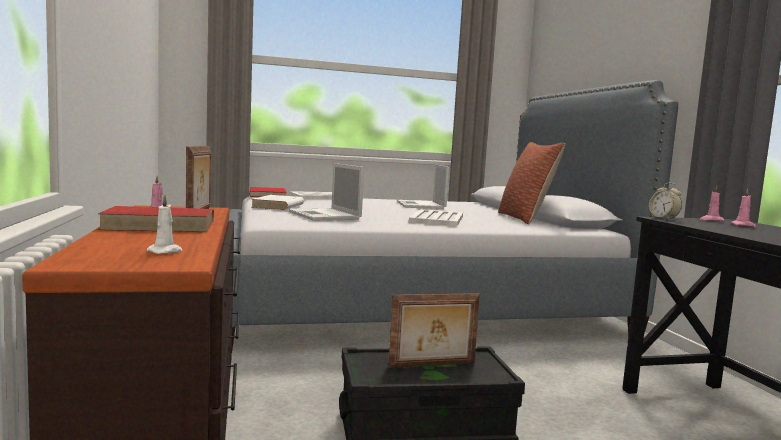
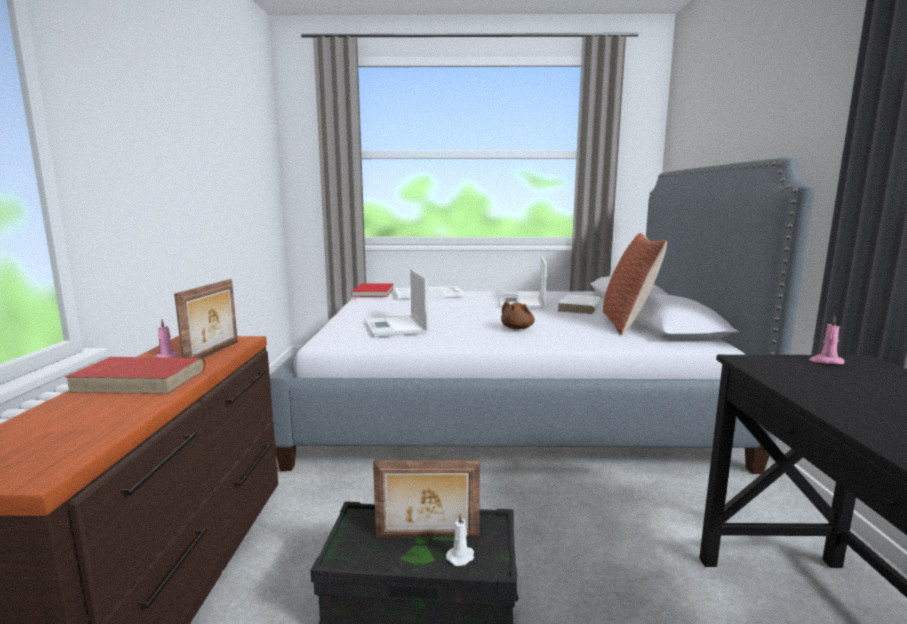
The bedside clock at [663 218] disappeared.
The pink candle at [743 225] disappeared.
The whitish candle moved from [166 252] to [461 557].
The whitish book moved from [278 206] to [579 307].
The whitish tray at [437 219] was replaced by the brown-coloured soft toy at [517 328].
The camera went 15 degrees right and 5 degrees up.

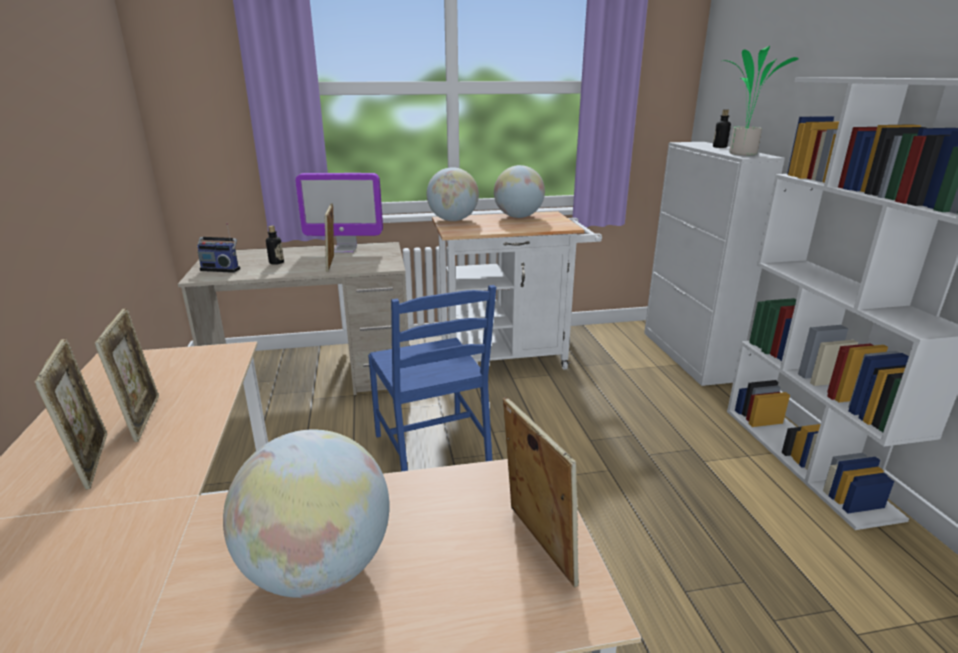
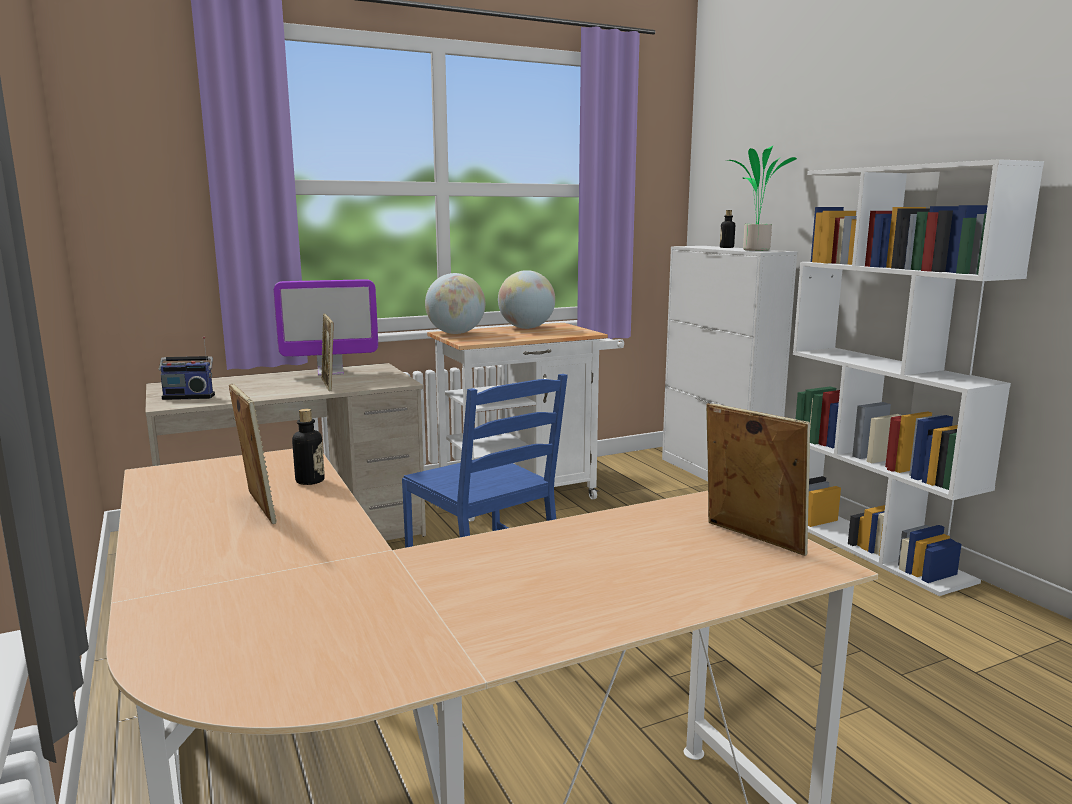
The bottle moved from [276 262] to [310 481].
The picture frame at [92 461] disappeared.
The world globe at [318 568] disappeared.
The camera went 15 degrees left and 10 degrees down.

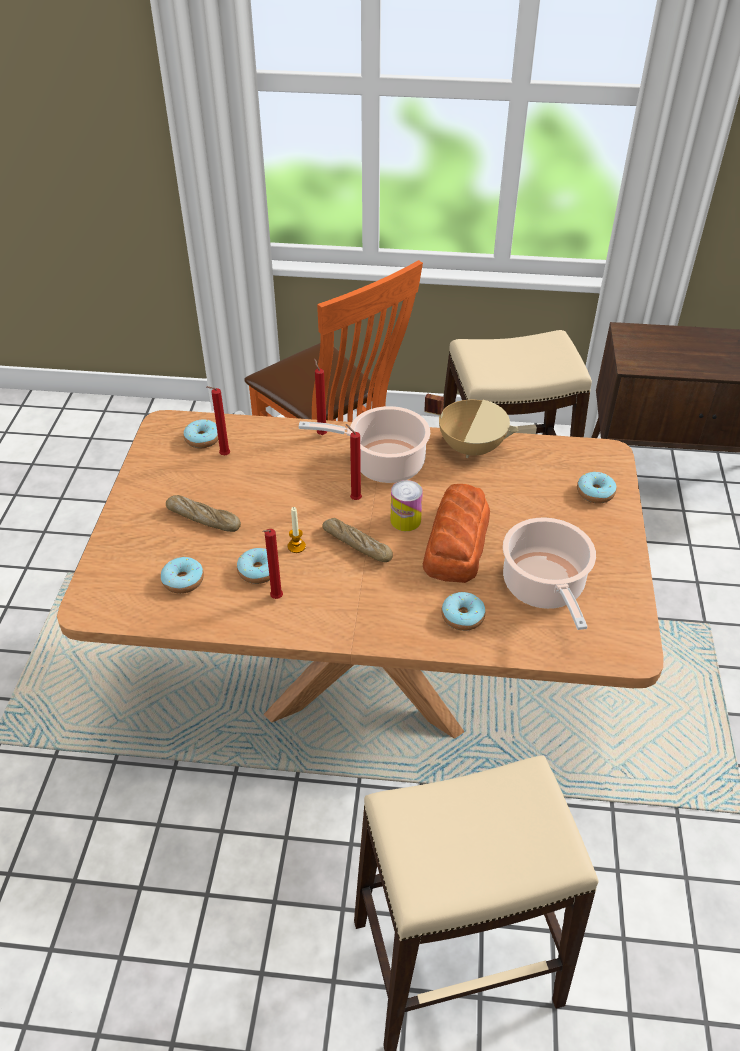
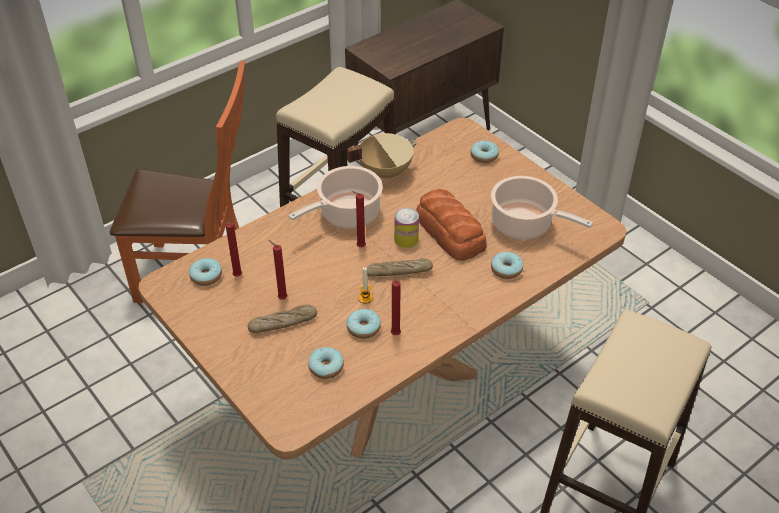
The red-coloured candle moved from [321 434] to [281 298].
The camera went 45 degrees left and 0 degrees up.

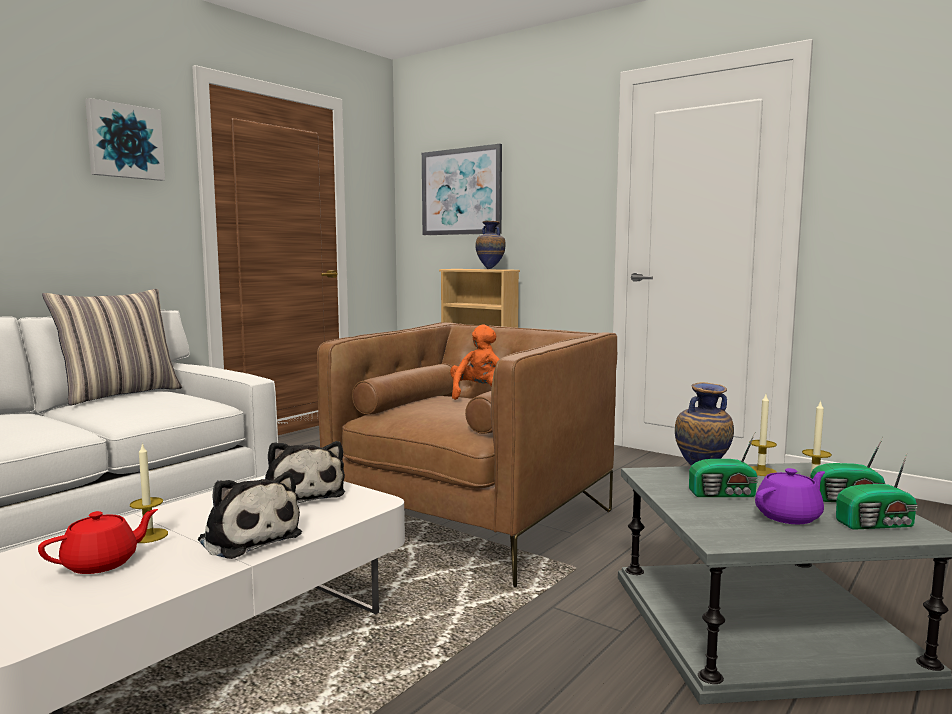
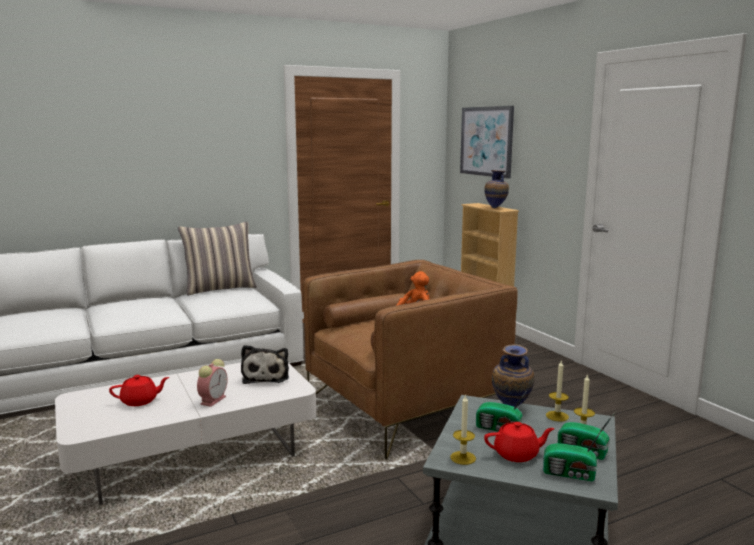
The picture at [124 141] disappeared.
The candle moved from [148 536] to [463 458].
The purplish pot for tea at [789 516] became the red-coloured pot for tea at [517 454].
The soft toy at [248 537] was replaced by the bedside clock at [213 400].
The camera went 25 degrees right and 5 degrees up.

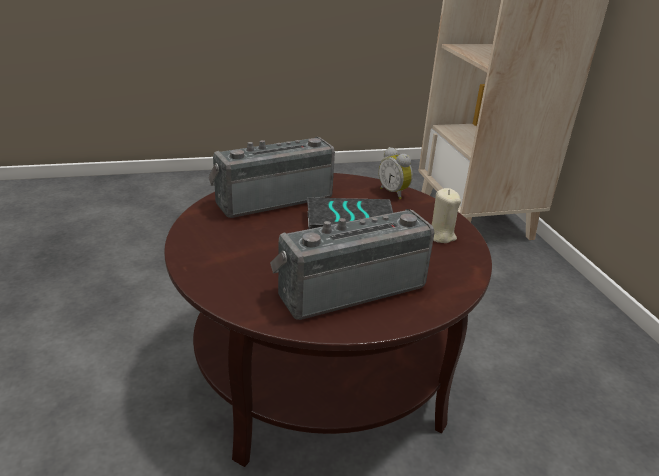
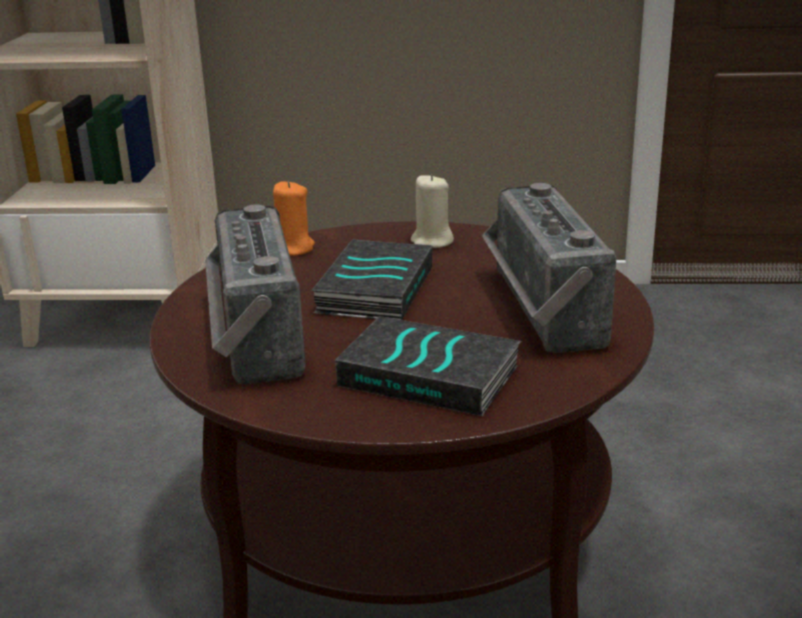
The bedside clock at [394 193] was replaced by the orangey candle at [293 248].
The book at [431 375] appeared.
The camera went 70 degrees left and 5 degrees down.

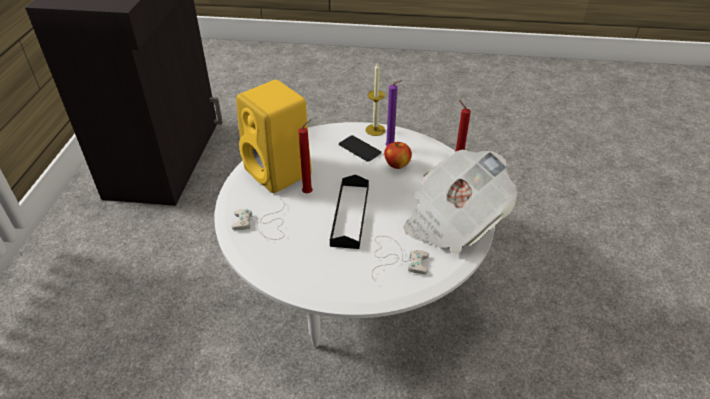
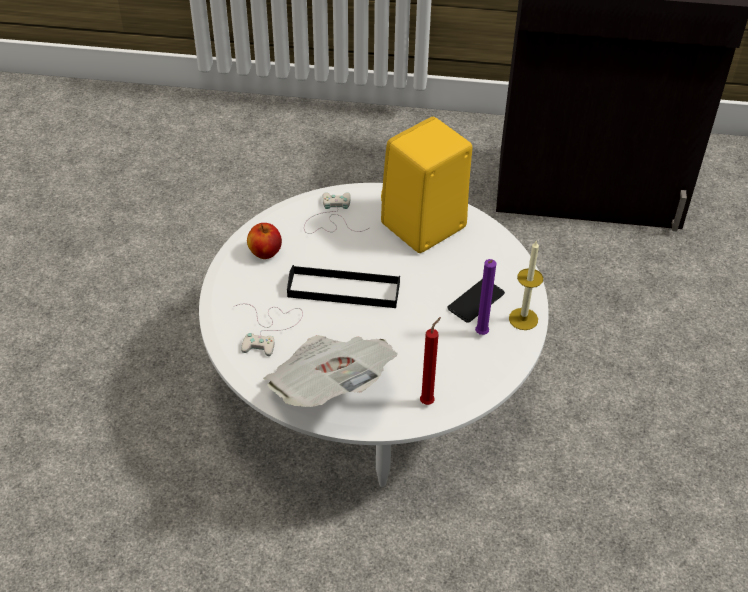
The red-coloured candle at [309 192] disappeared.
The apple moved from [397 165] to [265 253].
The camera went 90 degrees right and 5 degrees up.

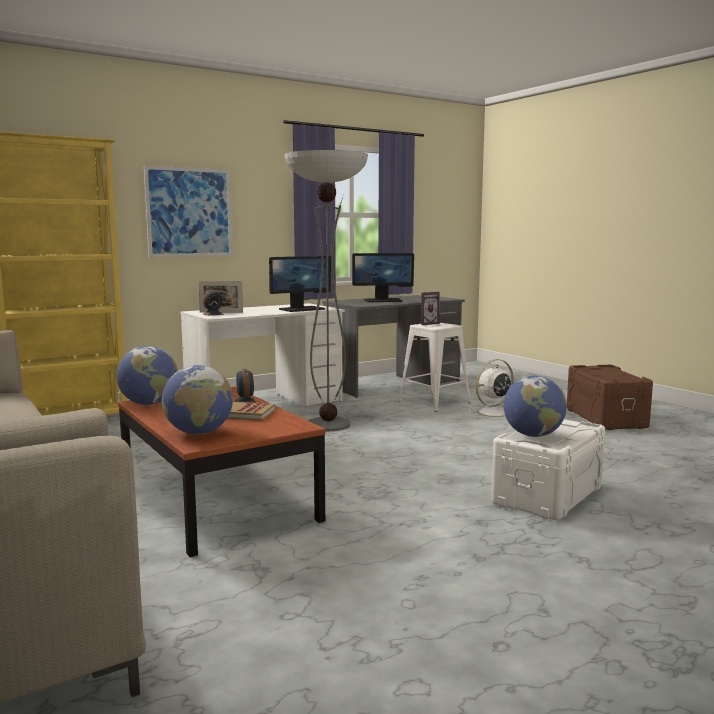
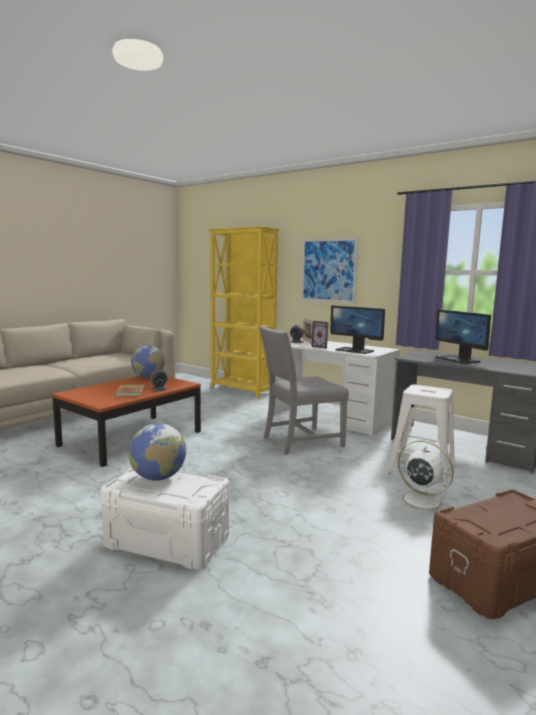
The standing lamp at [328 425] was replaced by the gray upright chair at [300 441].
The picture frame moved from [427 323] to [321 347].
The world globe at [199 433] disappeared.
The camera went 70 degrees right and 0 degrees up.

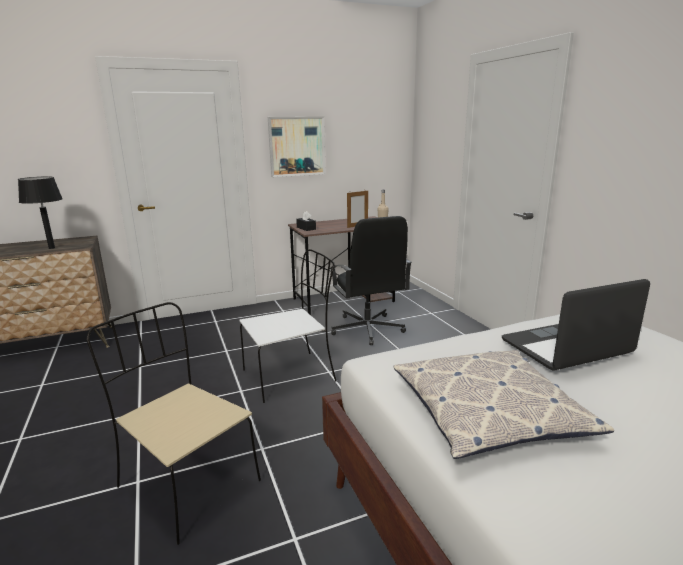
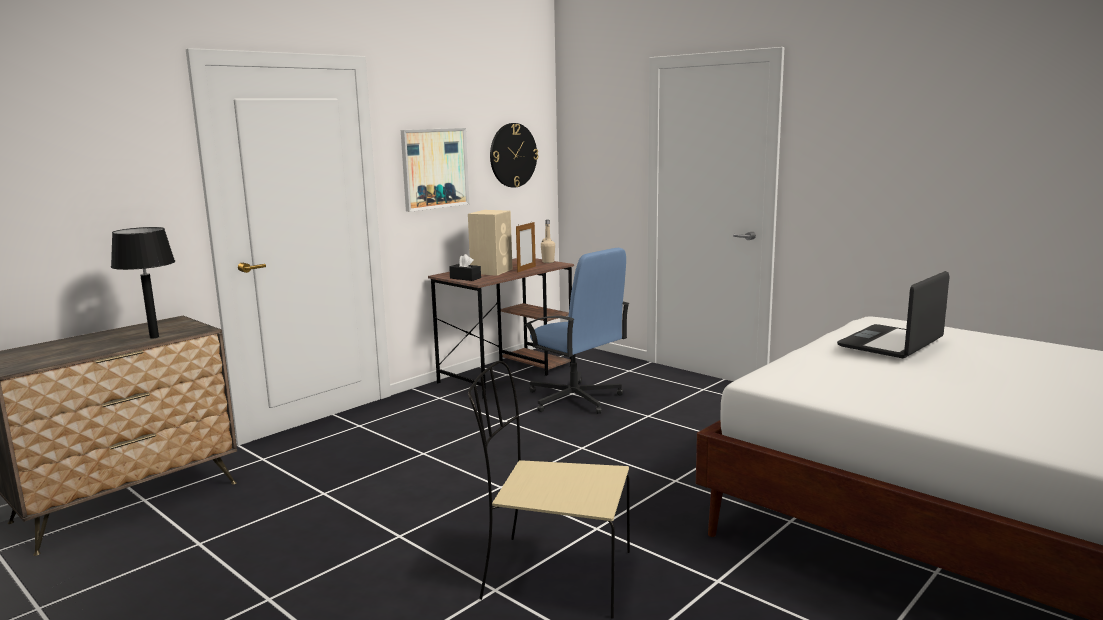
The black-coloured desk chair at [367 329] became the bluish desk chair at [575 399].
The whitish upright chair at [291 375] disappeared.
The pillow at [488 412] disappeared.
The clock on the wall at [513 155] appeared.
The beige loudspeaker at [492 271] appeared.
The camera went 25 degrees left and 5 degrees down.

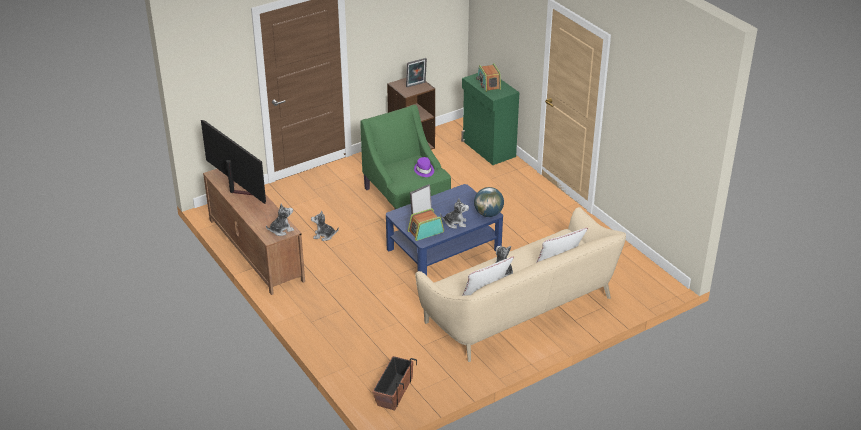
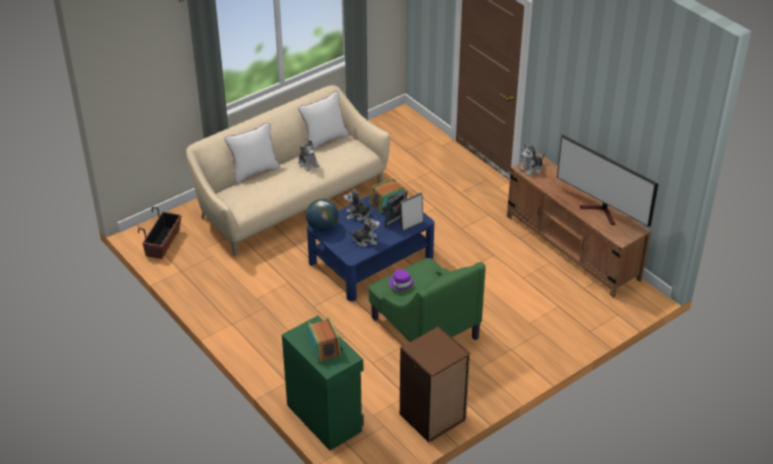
The picture frame moved from [416 85] to [411 225].
The soft toy moved from [324 235] to [365 240].
The planter moved from [394 391] to [163 243].
The camera went 175 degrees right and 5 degrees up.

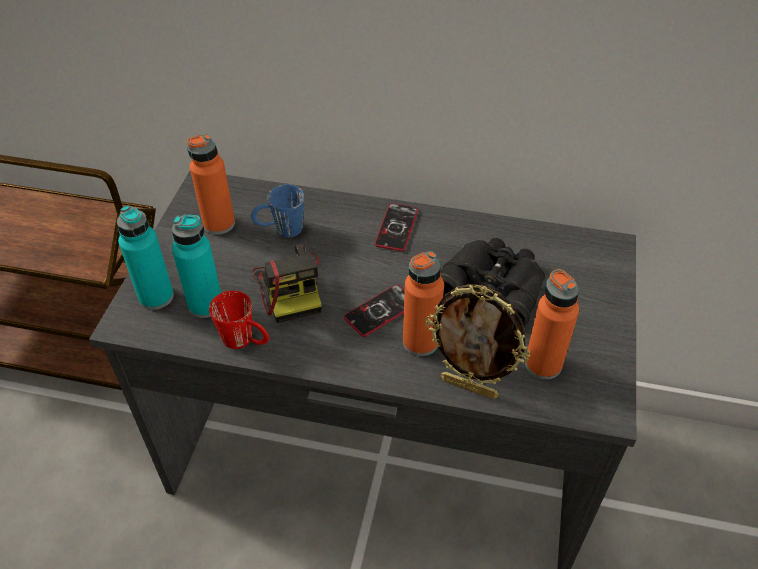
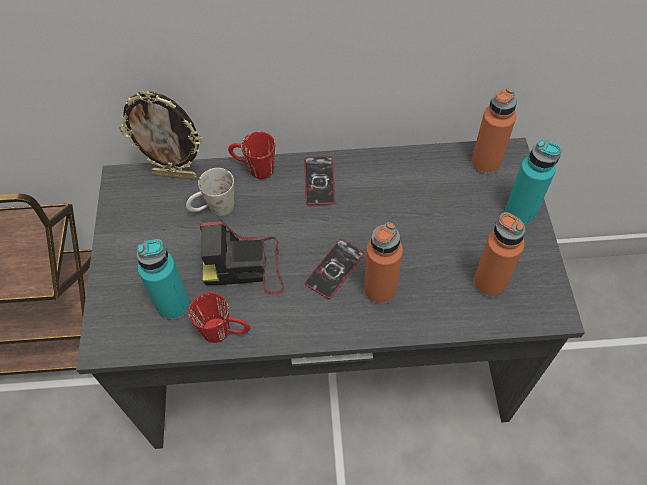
The orangey bottle moved from [219 224] to [485 163].
The bluish tea mug at [280 230] became the whitish tea mug at [214 209].
The turquoise bottle moved from [156 297] to [520 212].
The black-coloured pair of binoculars at [493 284] disappeared.
The photo camera at [290 287] turned 120 degrees clockwise.
The picture frame moved from [470 387] to [175 174].
The red-coloured tea mug at [254 168] appeared.
The camera went 15 degrees left and 10 degrees up.

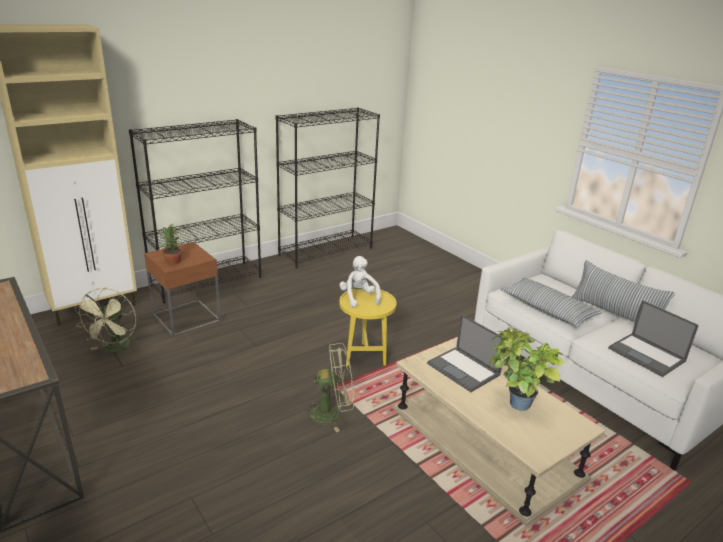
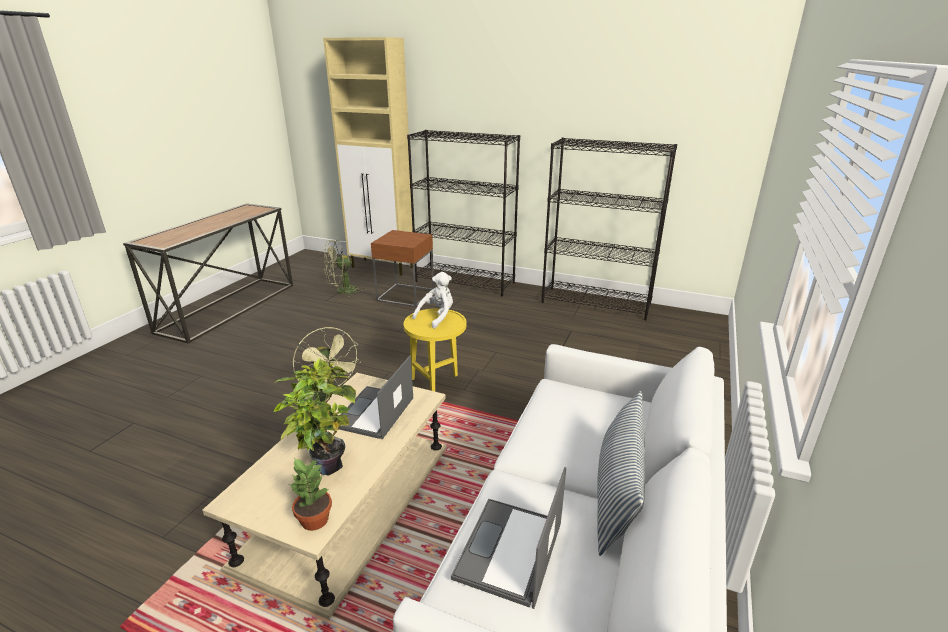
The houseplant moved from [173 261] to [314 520].
The pillow at [547 309] disappeared.
The camera went 60 degrees right and 0 degrees up.

